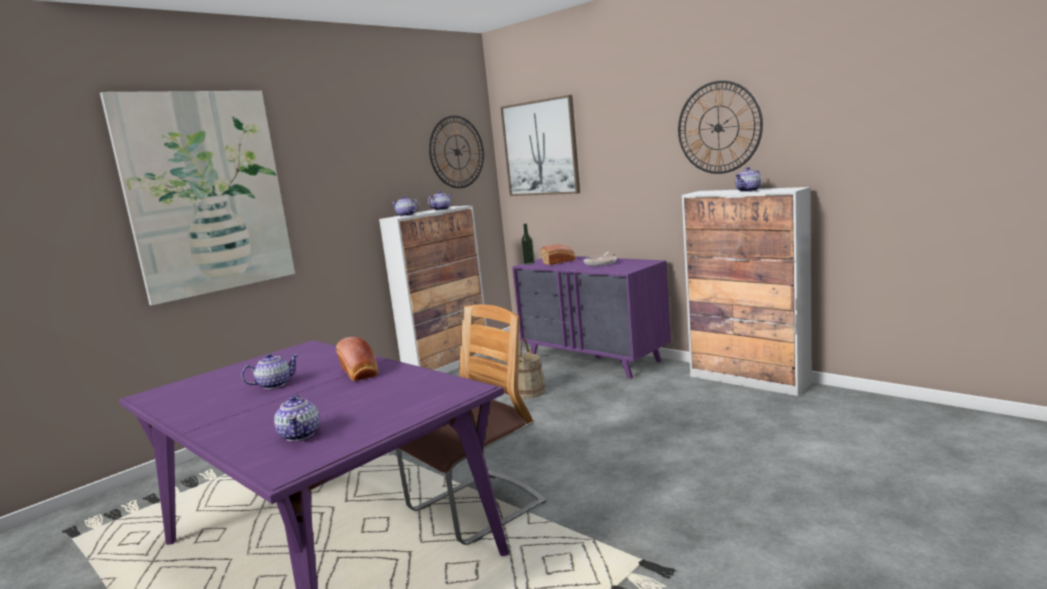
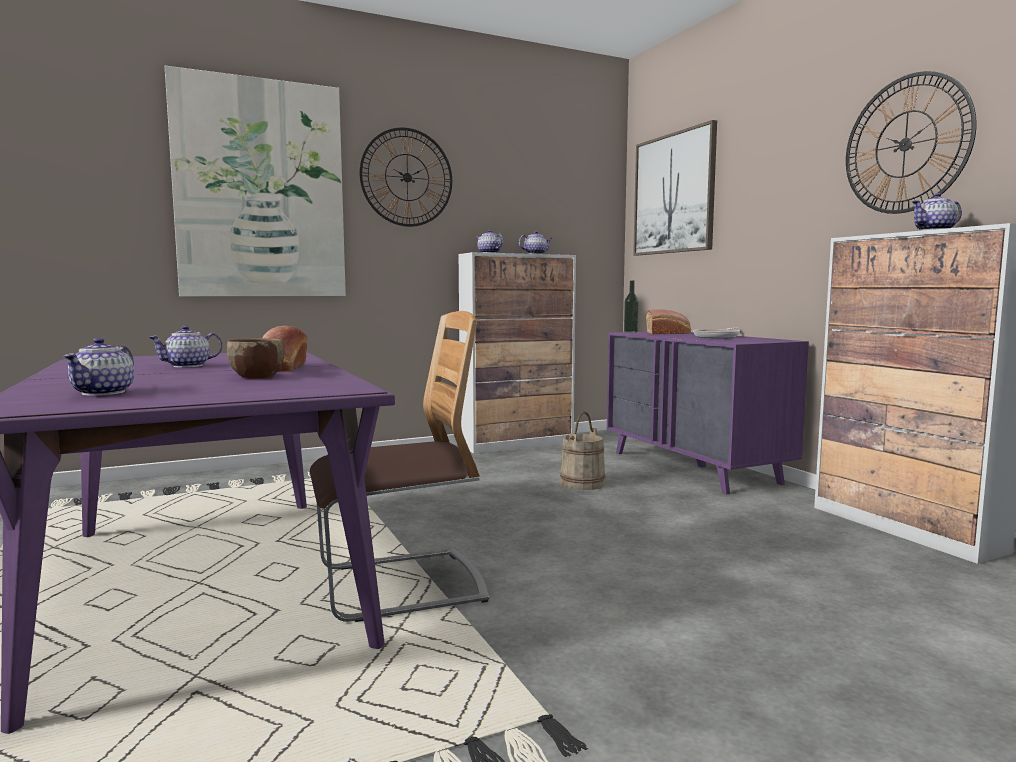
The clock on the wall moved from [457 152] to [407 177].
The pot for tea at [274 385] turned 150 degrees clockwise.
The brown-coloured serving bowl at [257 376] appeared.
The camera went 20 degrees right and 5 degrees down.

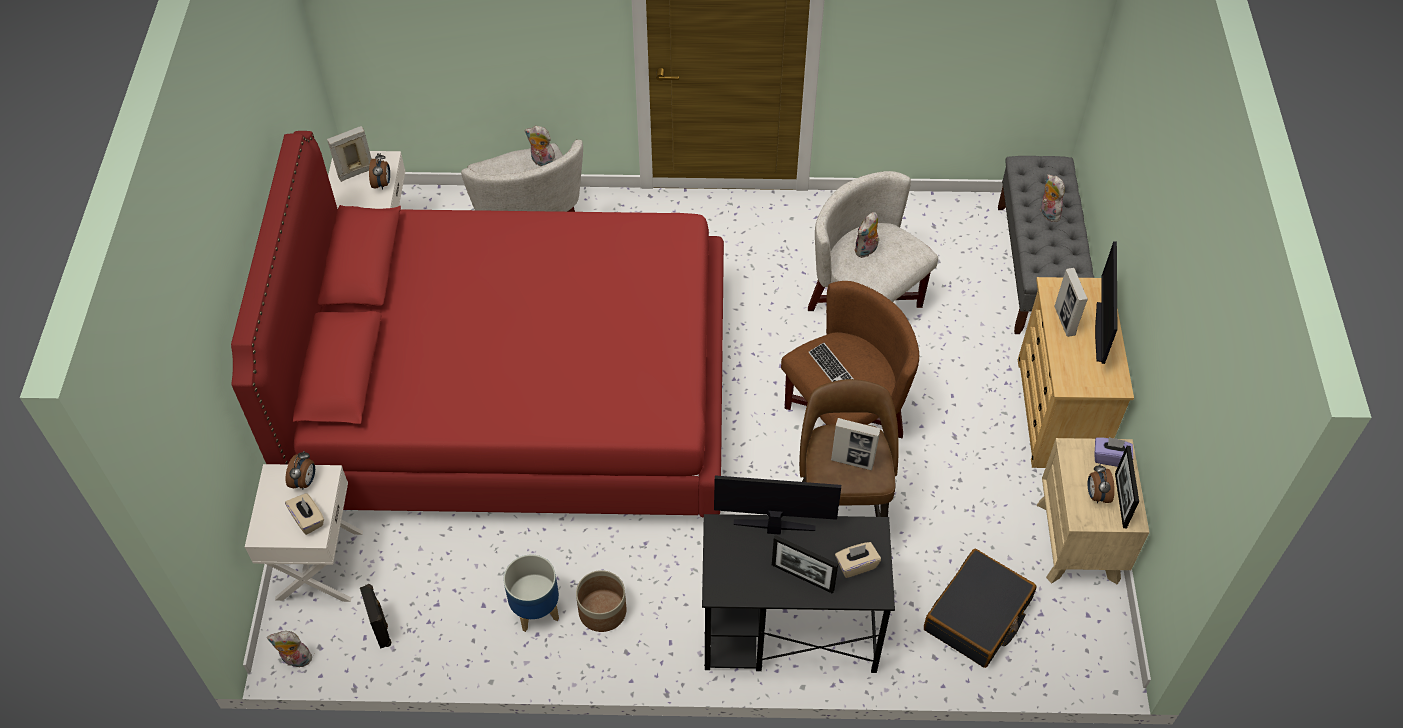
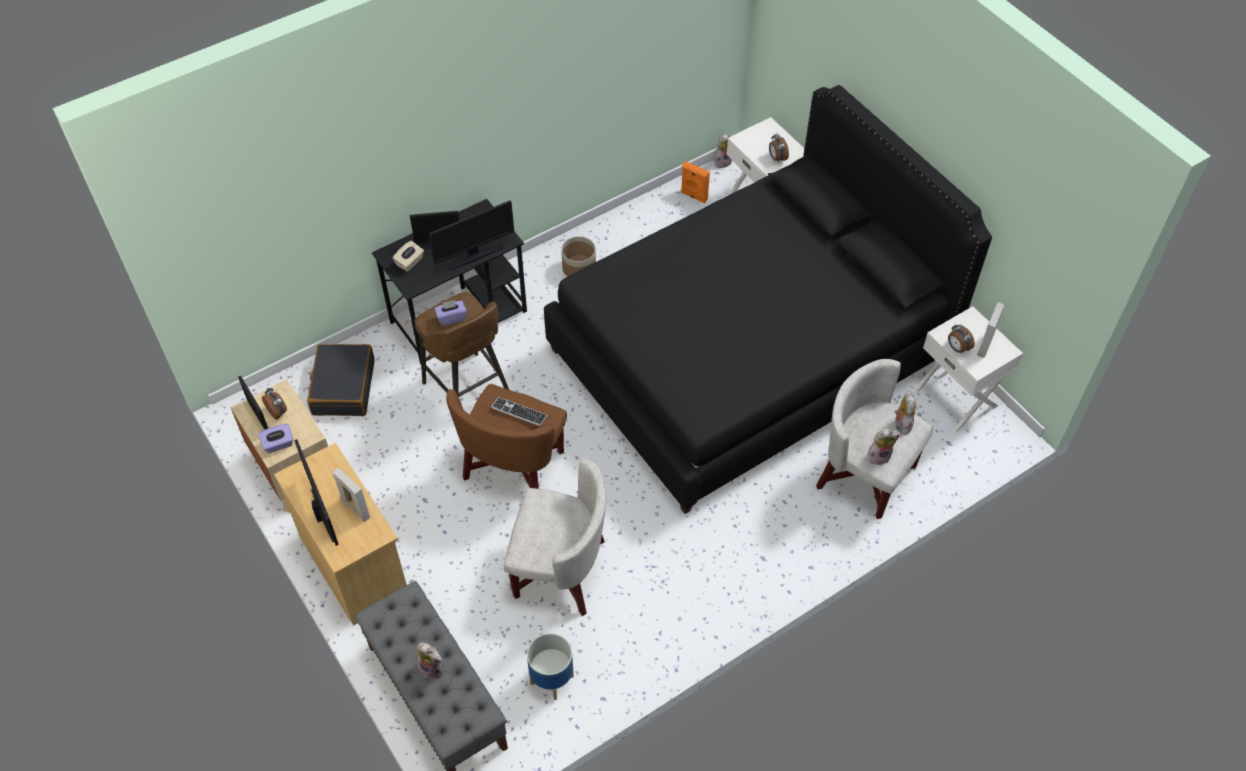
The red-coloured bedroom bed at [518 398] became the black-coloured bedroom bed at [748 354].
The soft toy moved from [866 251] to [901 424].
The picture frame at [852 462] was replaced by the purplish tissue holder at [451 318].
The beige tissue holder at [308 519] disappeared.
The planter moved from [536 610] to [551 680].
The black-coloured loudspeaker at [381 629] became the orangey loudspeaker at [693 196].
The camera went 145 degrees right and 0 degrees up.

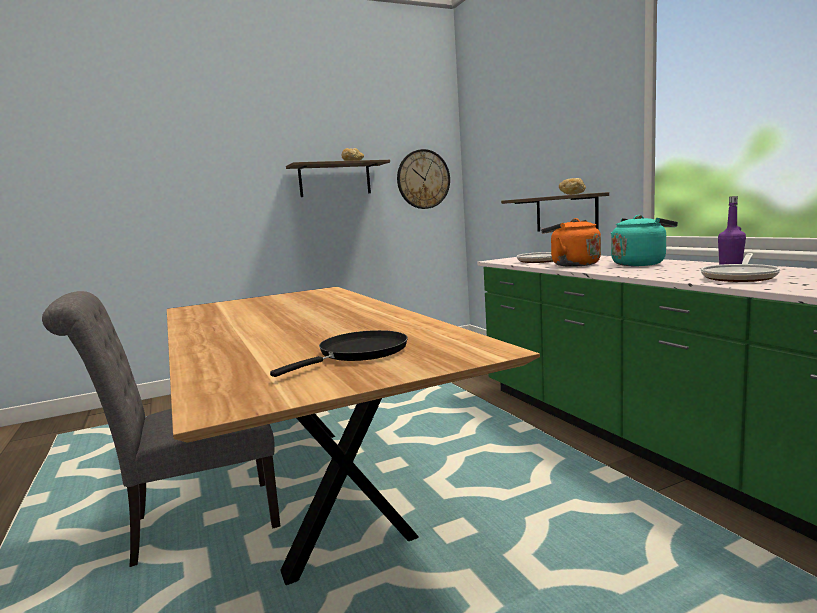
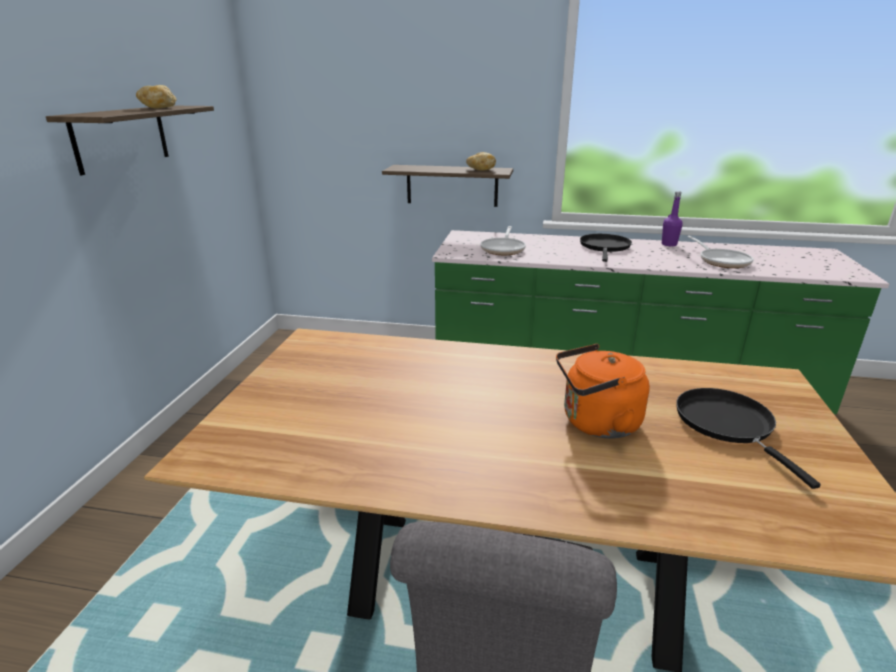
The clock on the wall at [423 179] disappeared.
The turquoise water kettle at [640 264] was replaced by the black-coloured pan at [605 247].
The orangey water kettle moved from [572 265] to [596 423].
The camera went 55 degrees left and 15 degrees up.

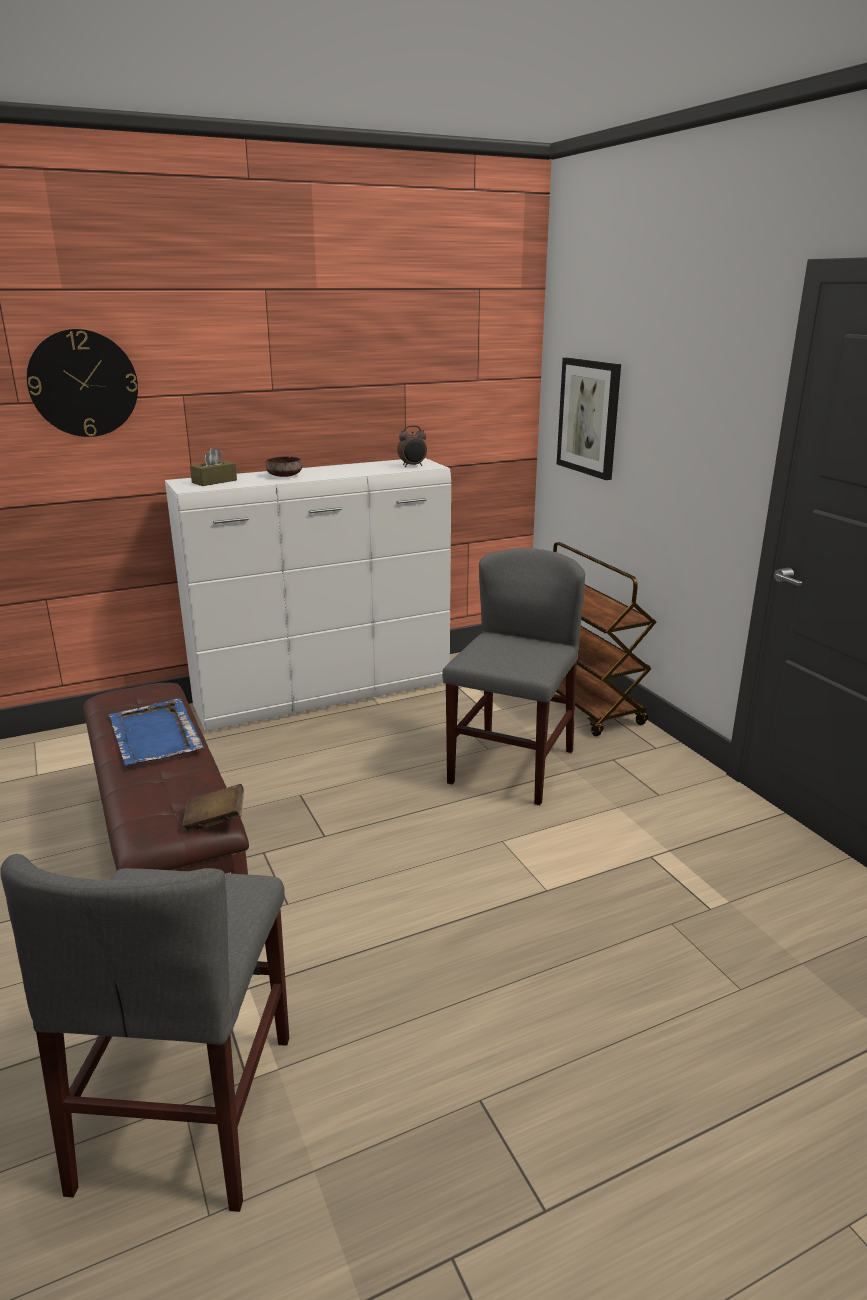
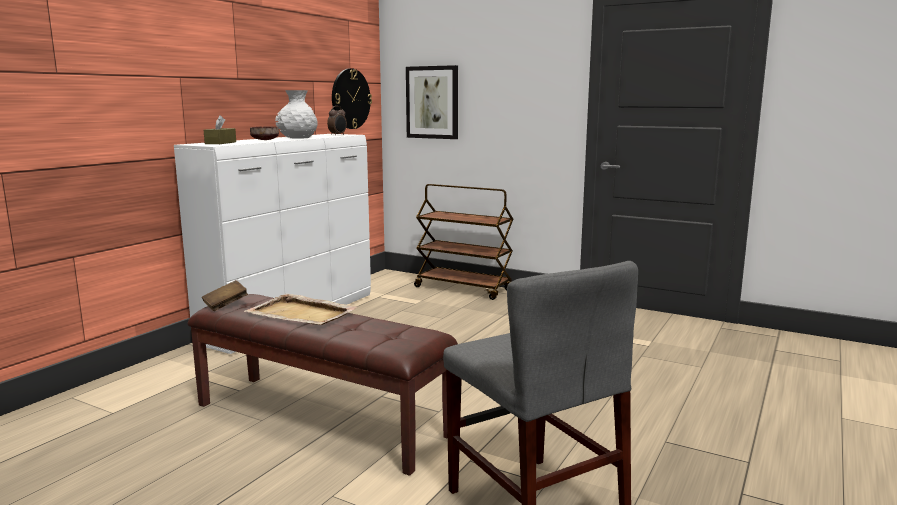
The clock on the wall moved from [83 383] to [350 99].
The gray upright chair at [511 766] disappeared.
The bluish tray at [155 736] became the beige tray at [302 314].
The brown-coloured book moved from [215 821] to [225 305].
The whitish vase at [297 138] appeared.
The camera went 35 degrees left and 10 degrees down.

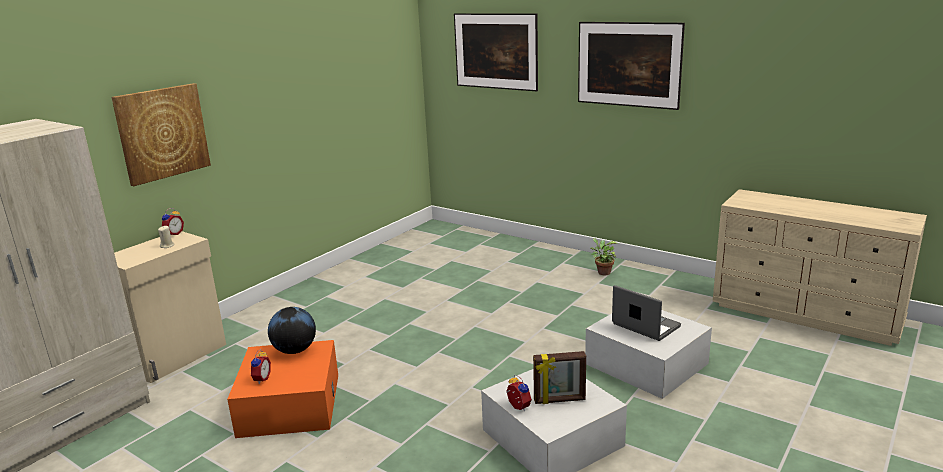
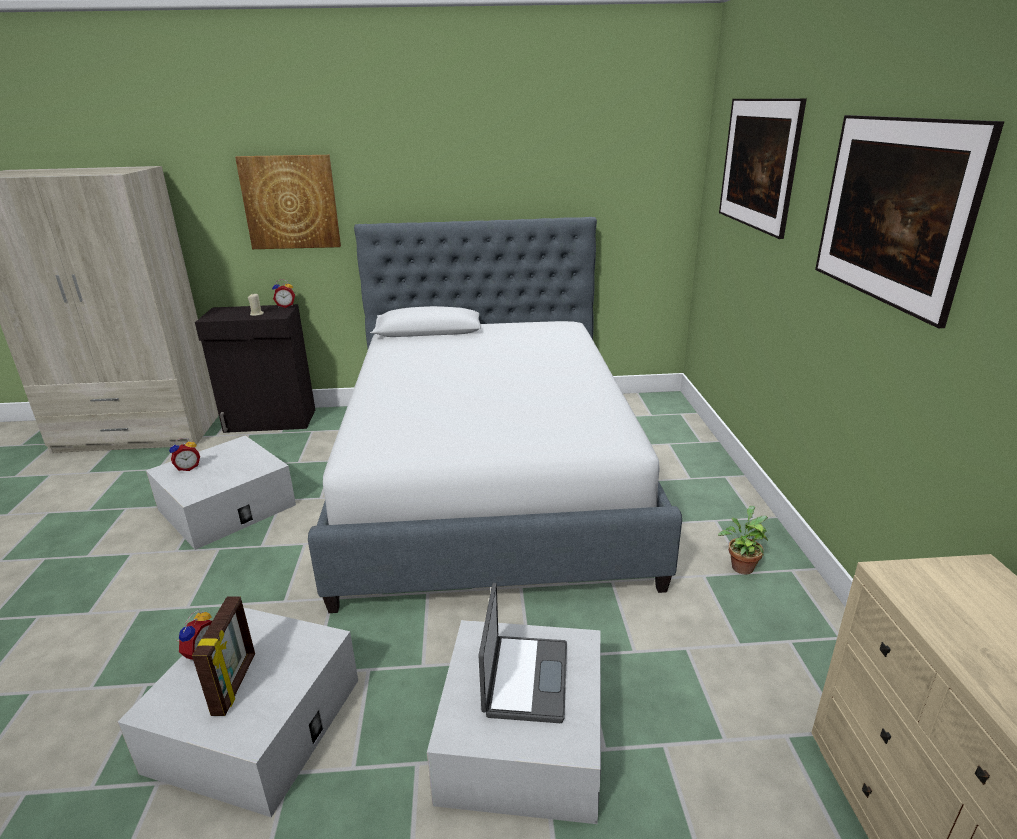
The beige cupboard at [178 356] became the black-coloured cupboard at [270 421].
The world globe at [295 350] disappeared.
The orangey storage box at [290 404] became the whitish storage box at [227 507].
The picture frame at [559 400] turned 135 degrees counterclockwise.
The bedroom bed at [489 478] appeared.
The camera went 50 degrees right and 5 degrees up.

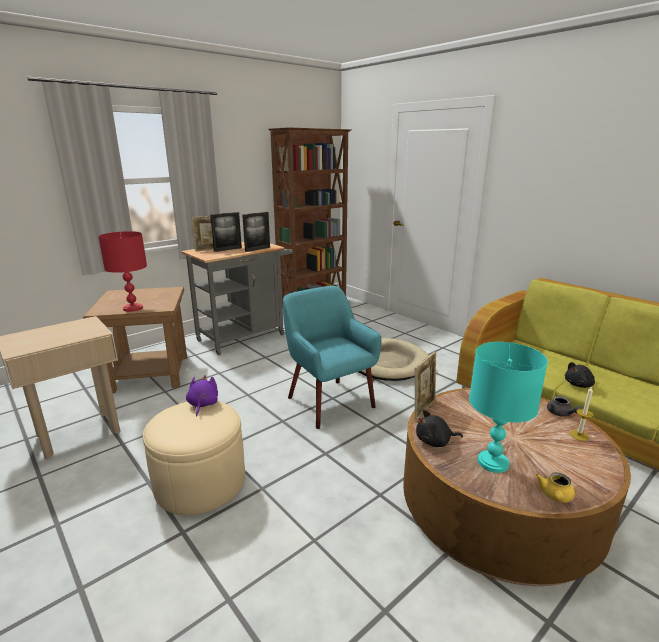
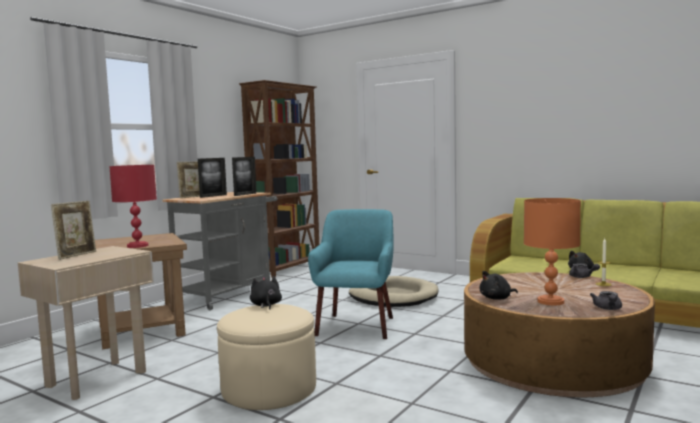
The turquoise armchair at [329 402] turned 60 degrees clockwise.
The turquoise table lamp at [492 462] became the orangey table lamp at [550 301].
The picture frame moved from [423 408] to [76 255].
The purplish soft toy at [202 405] became the black-coloured soft toy at [266 305].
The yellowish pot for tea at [555 496] became the gray pot for tea at [608 309].
The camera went 15 degrees left and 15 degrees down.

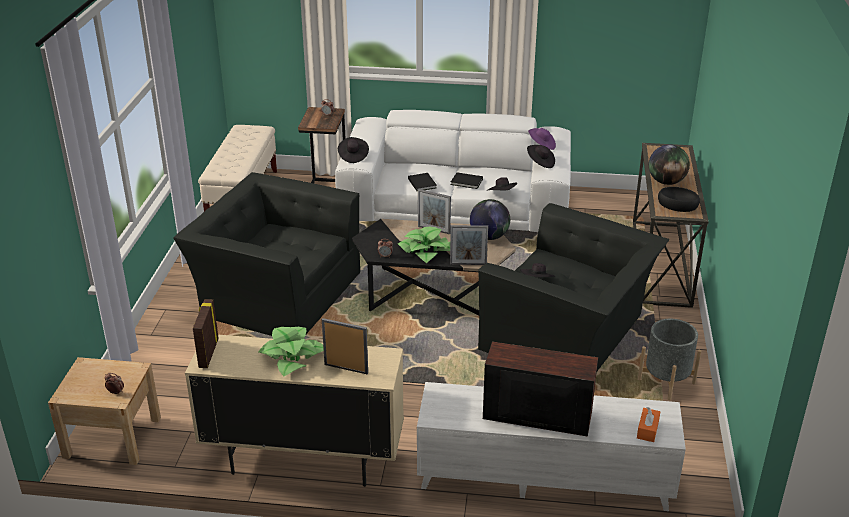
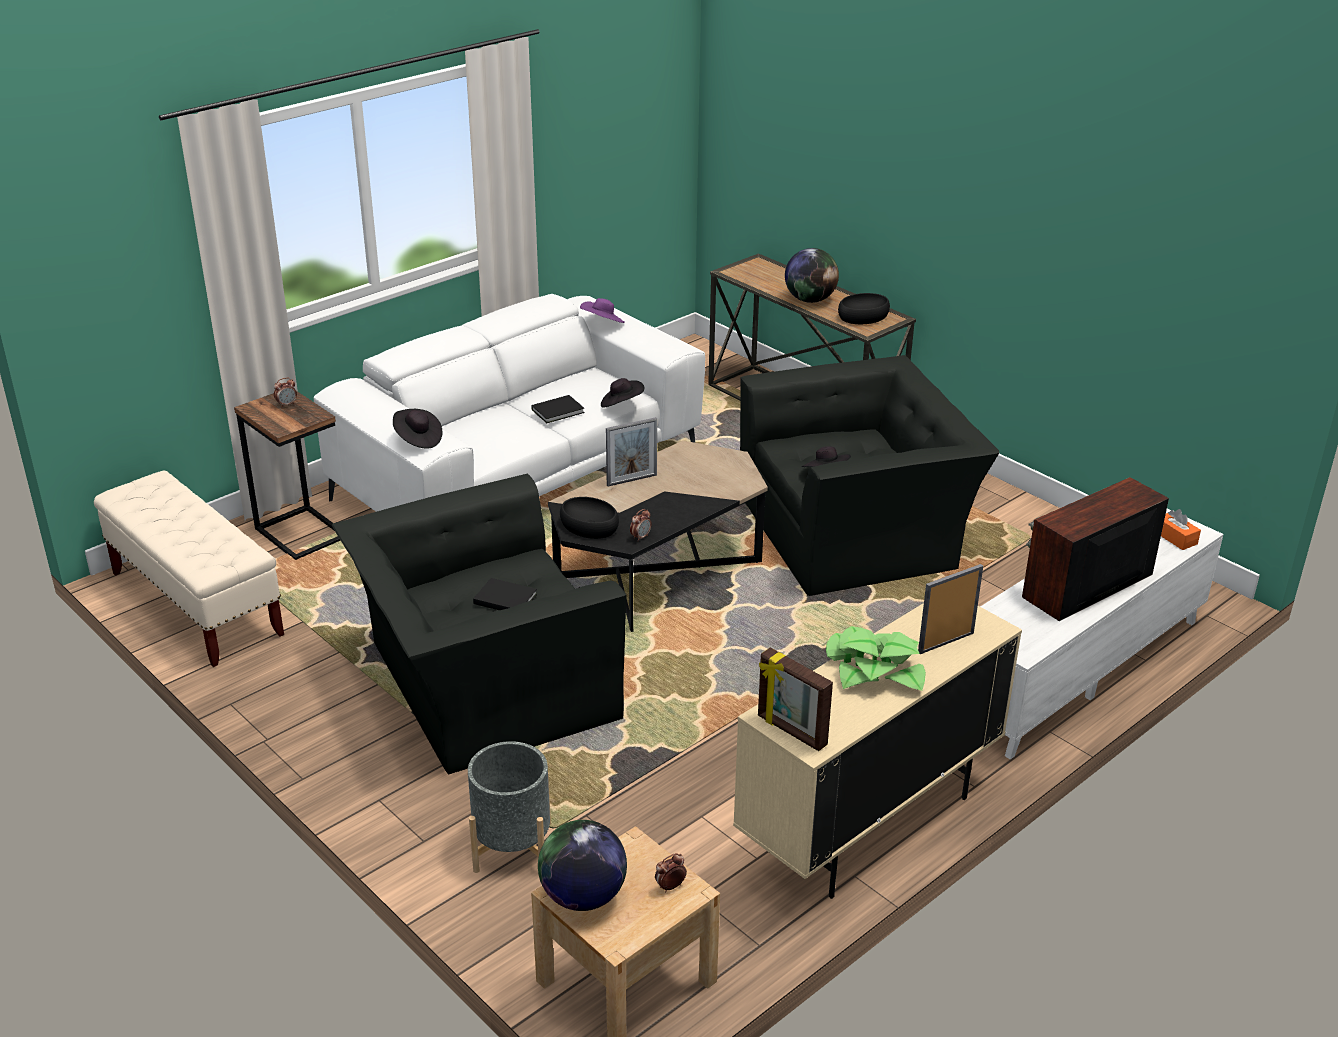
The black-coloured clothing hat at [540 163] disappeared.
The black-coloured book moved from [422 183] to [504 598].
The world globe moved from [489 236] to [583 896].
The picture frame at [468 264] disappeared.
The houseplant at [426 251] disappeared.
The gray planter moved from [666 381] to [512 847].
The black-coloured serving bowl at [590 525] appeared.
The camera went 50 degrees left and 0 degrees up.

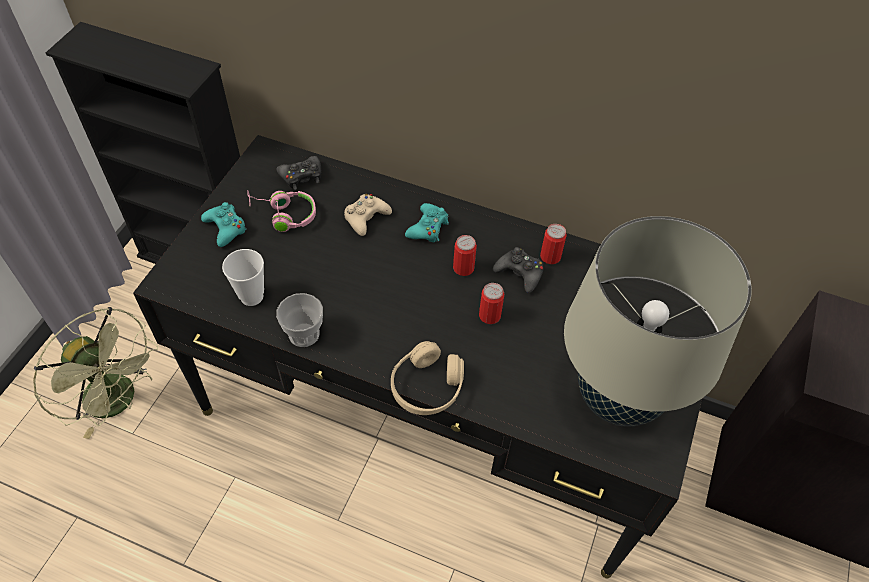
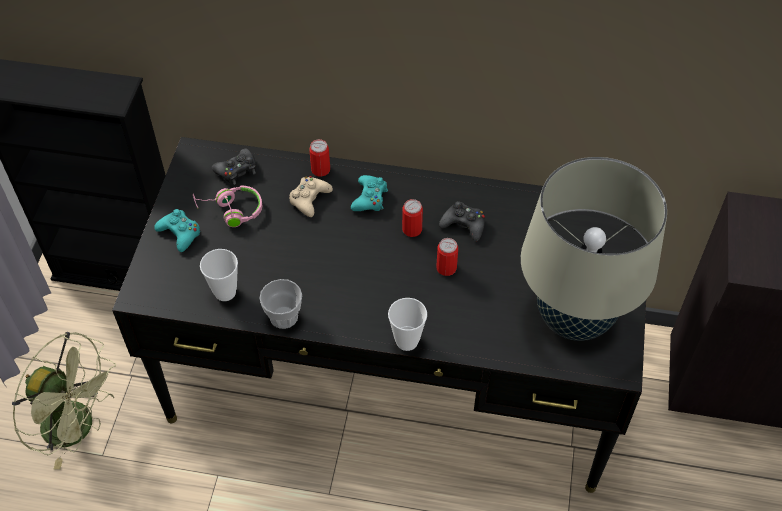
The can moved from [550 256] to [320 170].
The beige headset at [427 386] was replaced by the cup at [407 341].
The camera went 10 degrees left and 0 degrees up.

